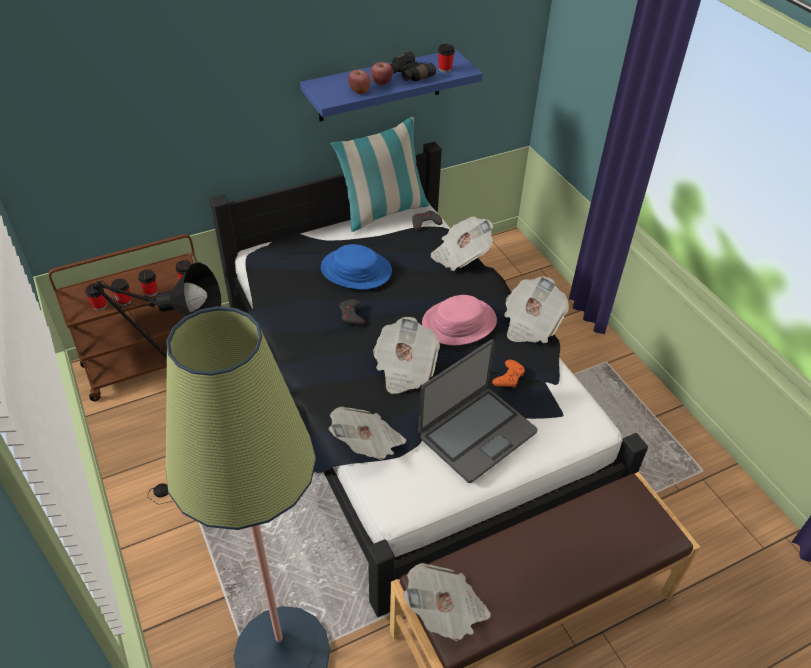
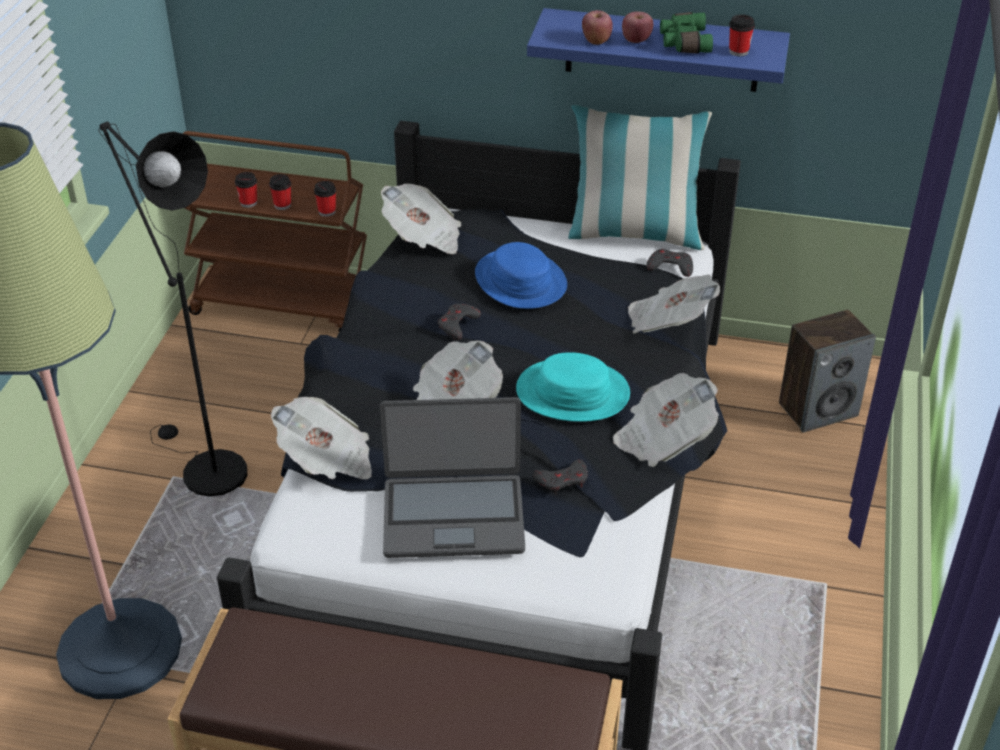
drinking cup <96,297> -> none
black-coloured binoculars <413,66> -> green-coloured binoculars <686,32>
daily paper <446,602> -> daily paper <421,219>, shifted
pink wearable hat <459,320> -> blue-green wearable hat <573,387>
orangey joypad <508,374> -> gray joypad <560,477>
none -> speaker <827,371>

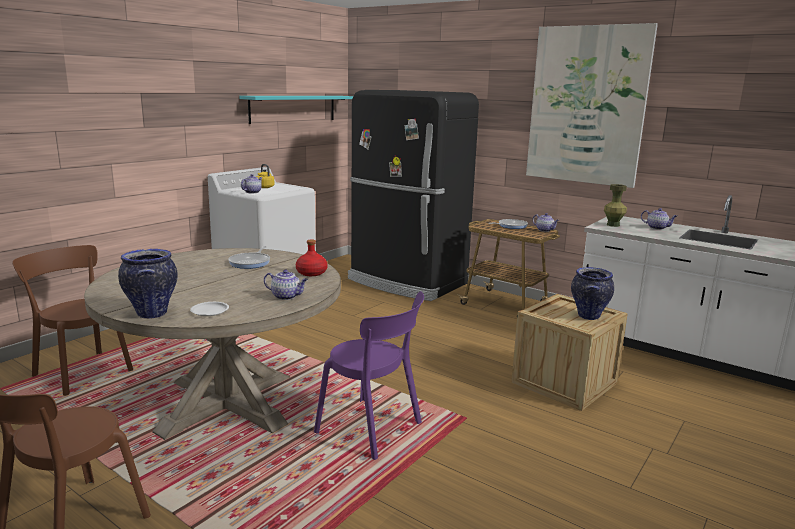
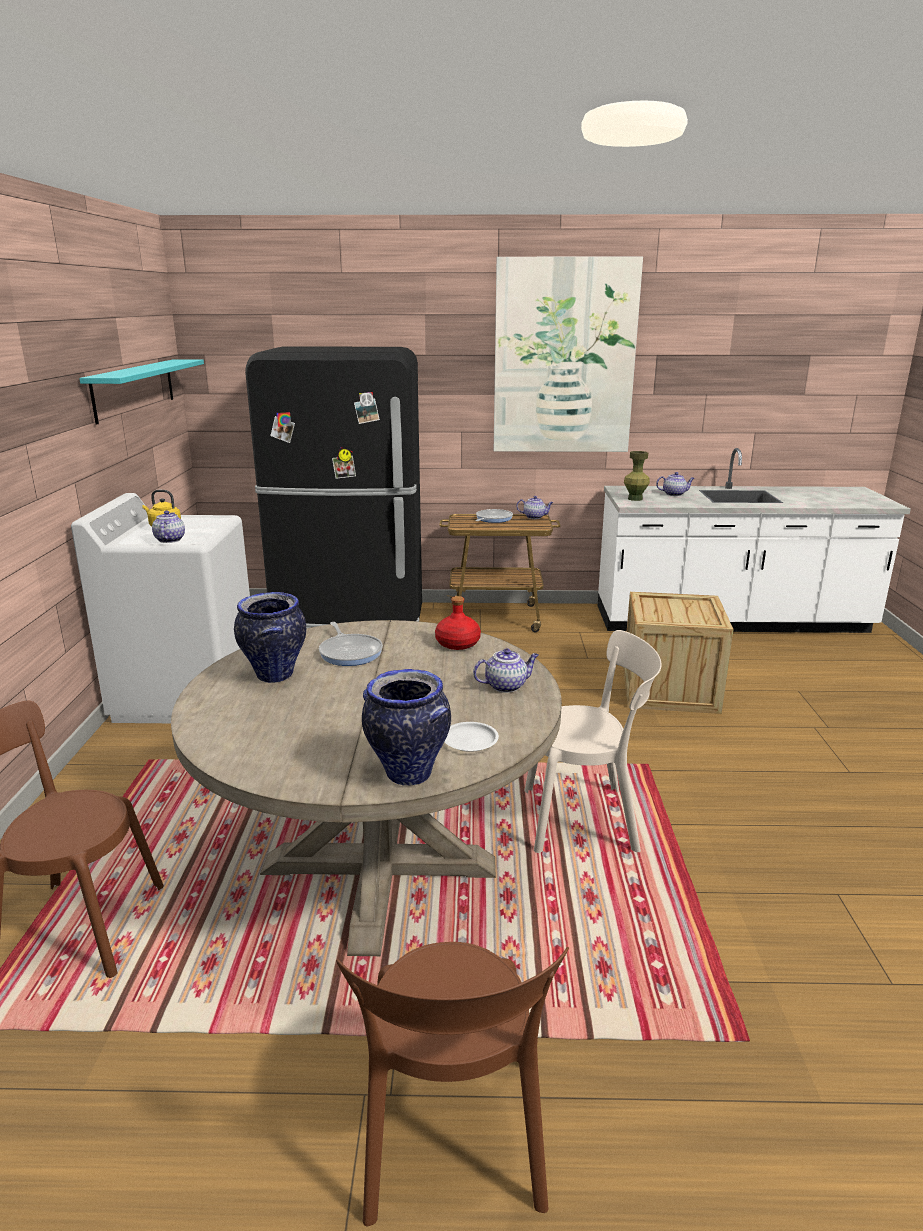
purple-coloured plain chair <369,375> -> sand-coloured plain chair <593,741>
decorative vase <592,293> -> decorative vase <270,637>, shifted

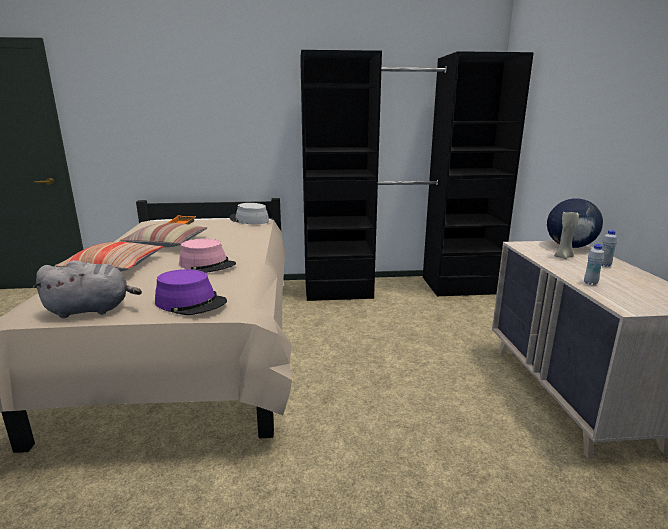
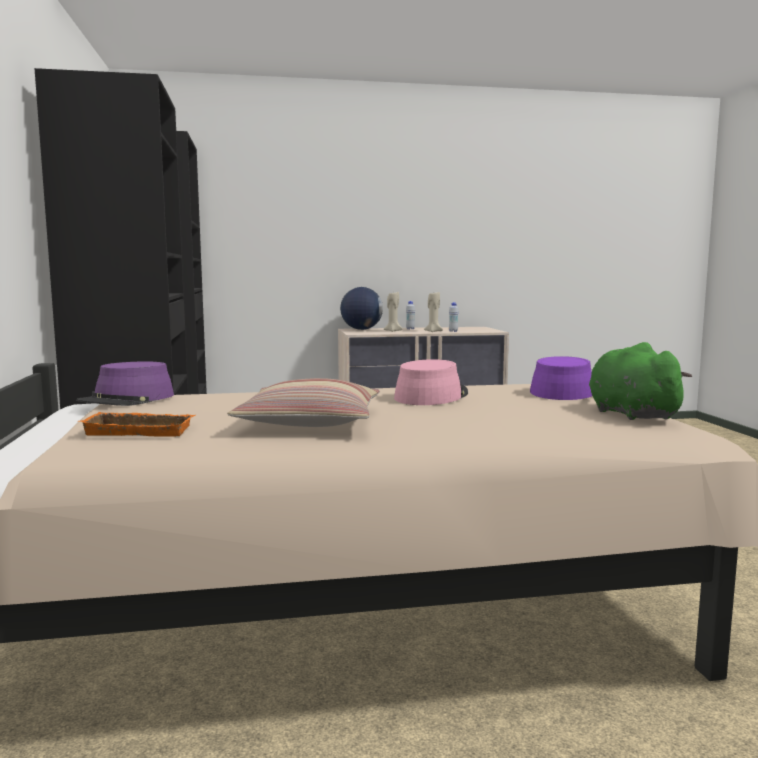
gray soft toy <87,289> -> green-coloured soft toy <640,381>
throw pillow <108,257> -> none
gray wearable hat <249,213> -> purple-coloured wearable hat <125,383>
none -> sand-coloured candle <433,312>

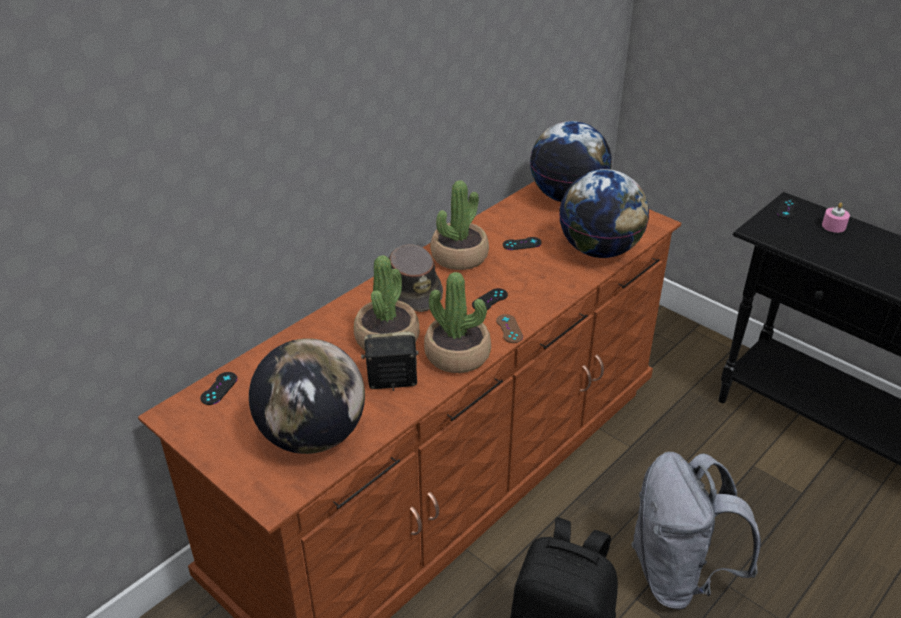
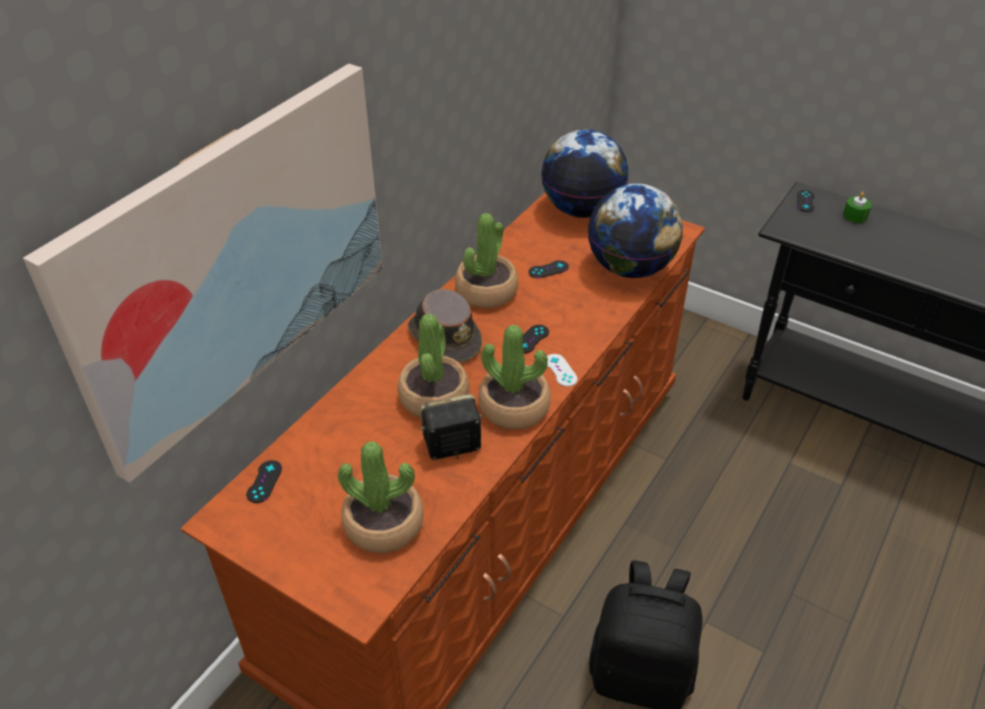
globe <307,396> -> houseplant <381,497>
brown joypad <509,328> -> whitish joypad <562,370>
gray backpack <696,531> -> none
pink candle <836,218> -> green-coloured candle <857,207>
none -> wall picture <203,273>

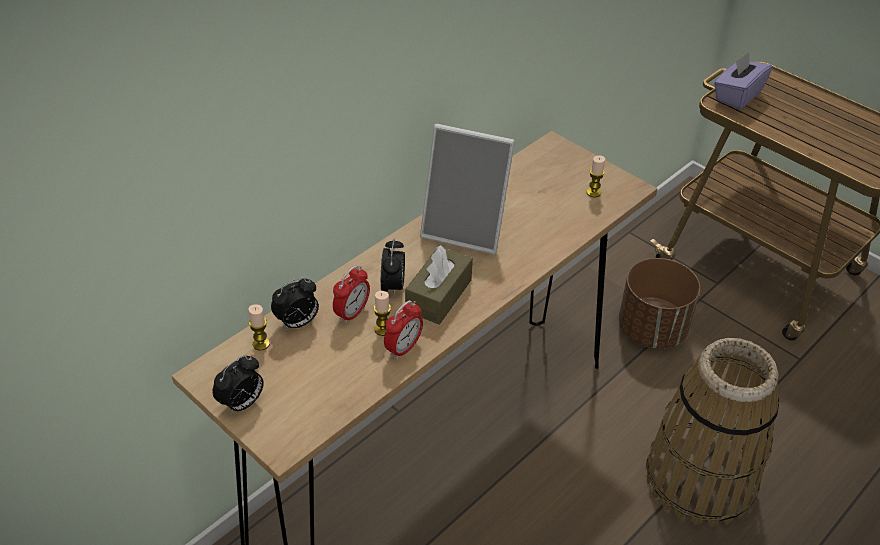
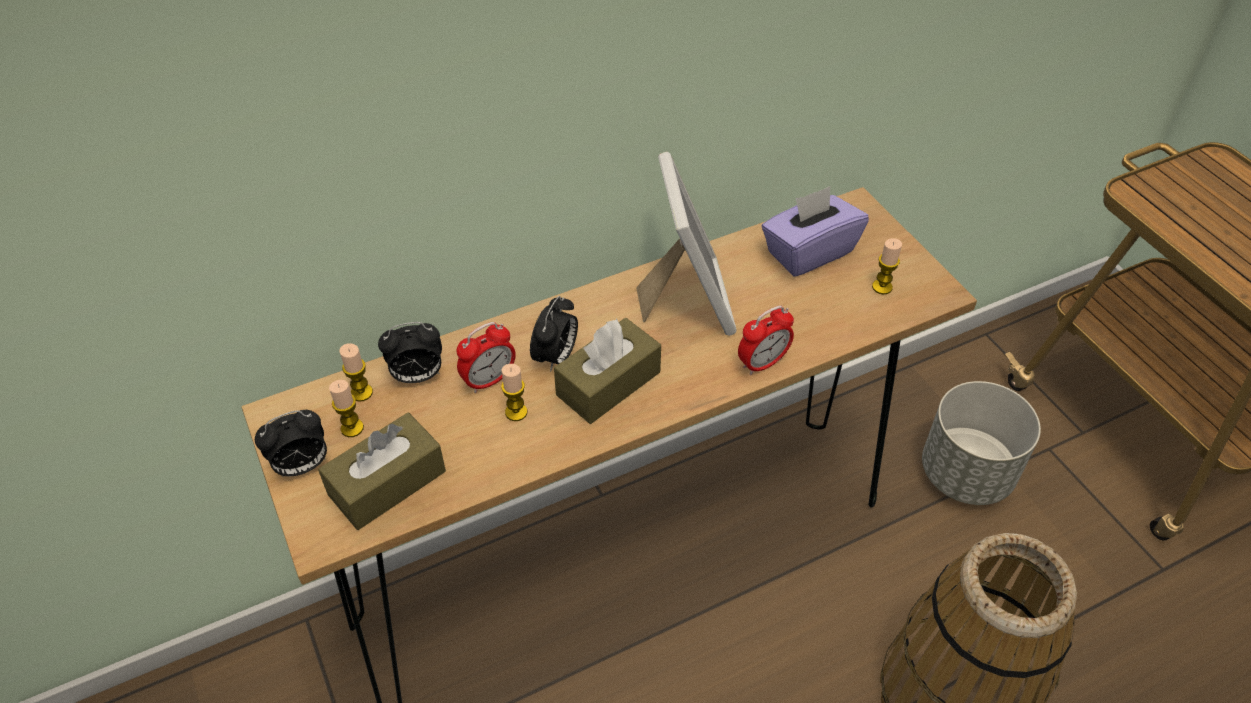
bedside clock <403,330> -> bedside clock <766,340>, shifted
photo frame <467,189> -> photo frame <686,244>, 135 degrees counterclockwise
brown planter <659,303> -> gray planter <981,443>
purple-coloured tissue box <743,81> -> purple-coloured tissue box <815,231>, shifted
none -> brown tissue box <382,471>
none -> candle <346,408>

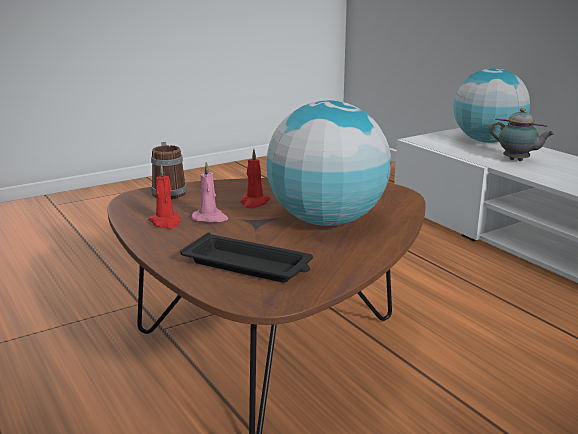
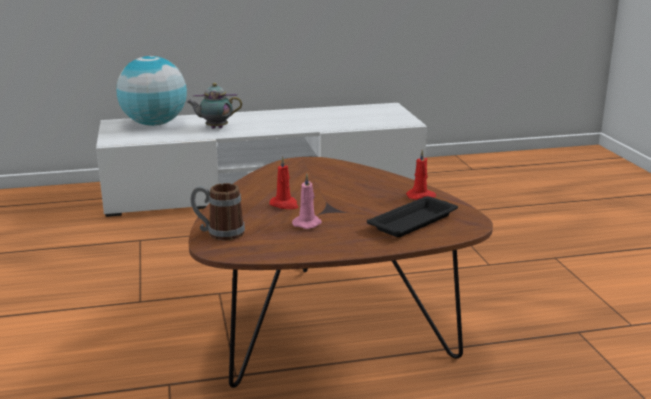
reddish candle <164,197> -> reddish candle <421,174>, shifted
globe <328,163> -> none
pot for tea <521,134> -> pot for tea <214,105>, 150 degrees counterclockwise

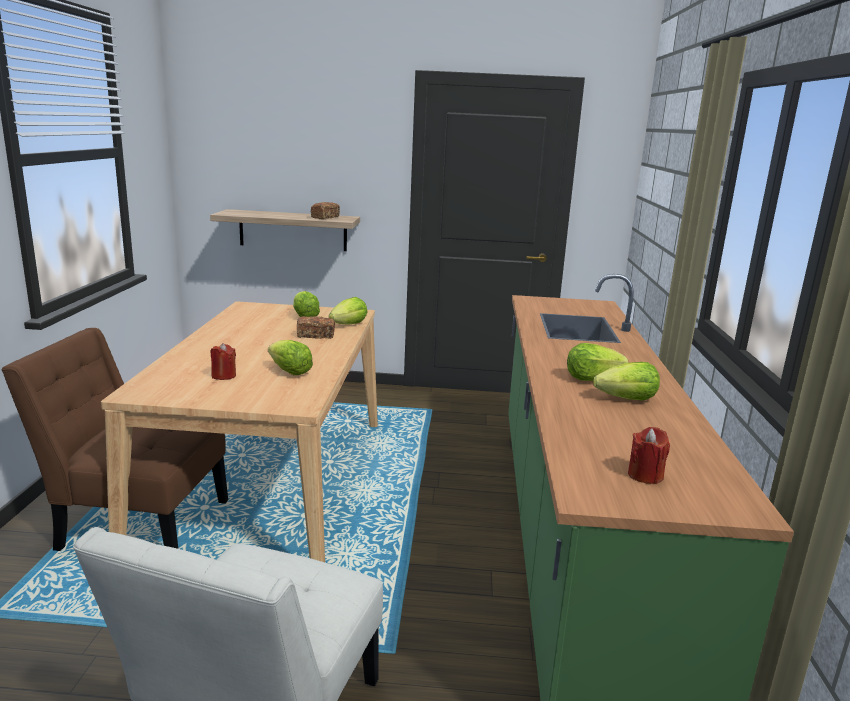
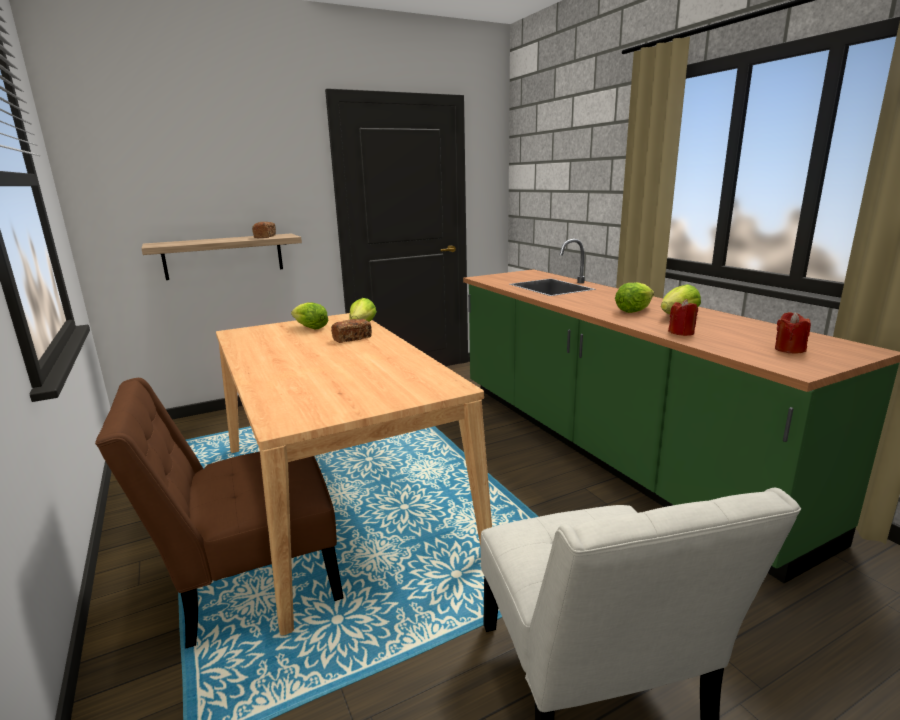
reddish candle <223,361> -> reddish candle <683,317>, shifted
lettuce <290,357> -> none

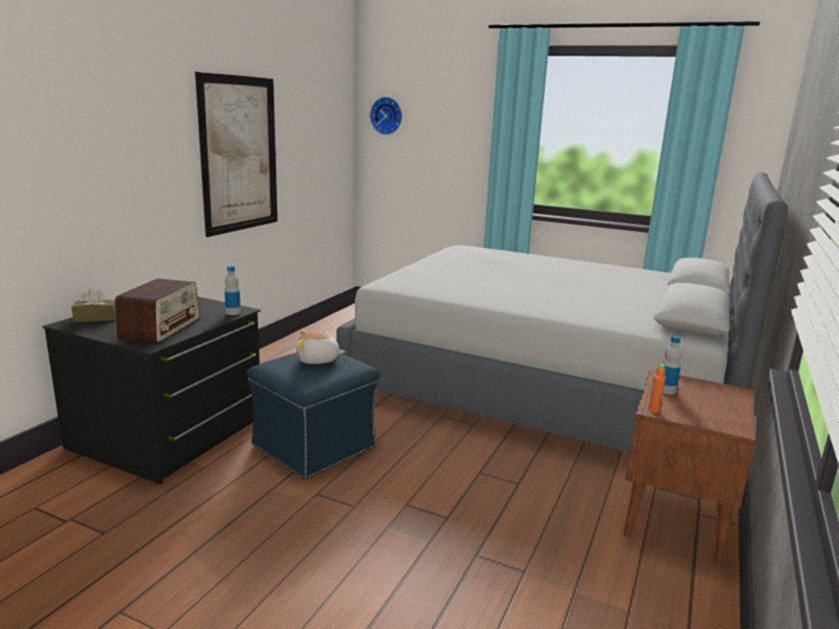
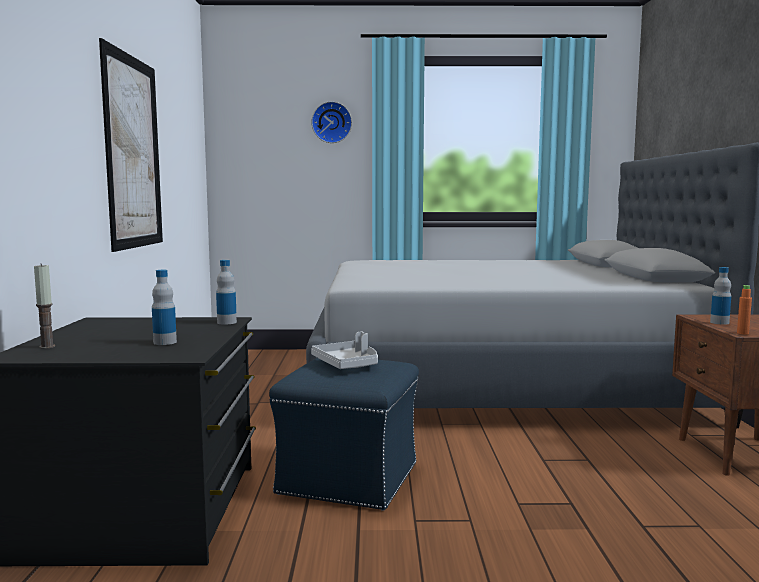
brown tissue box <94,305> -> candle <44,306>
radio set <157,310> -> bottle <164,307>
soft toy <320,347> -> gray tray <344,350>
hanging clock <386,116> -> hanging clock <331,122>, shifted

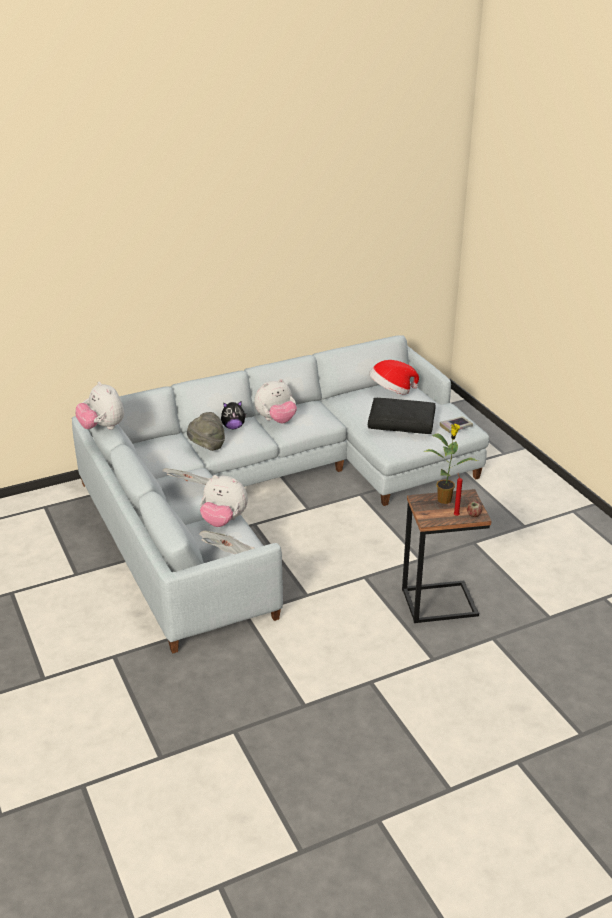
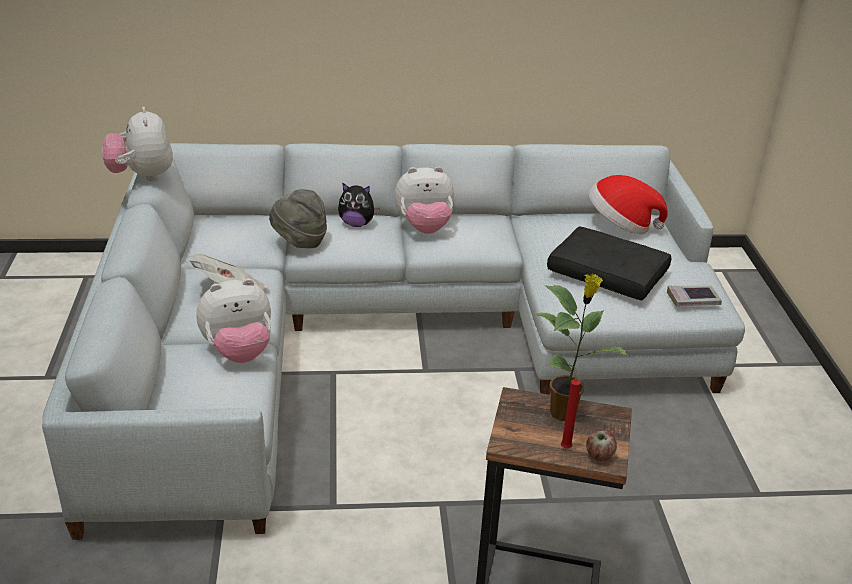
daily paper <227,542> -> none
soft toy <224,501> -> soft toy <233,321>, 60 degrees counterclockwise

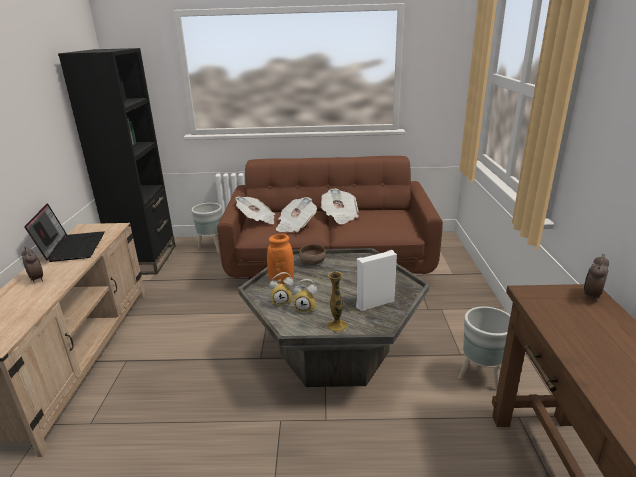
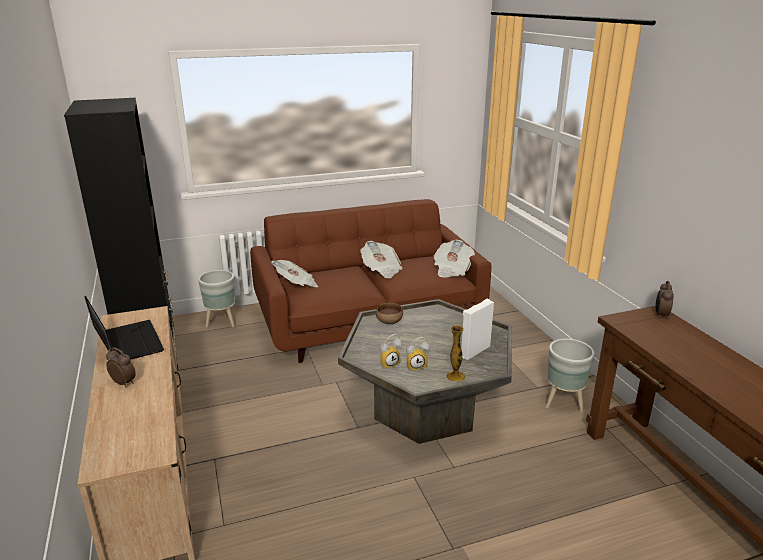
orangey decorative vase <280,259> -> none
daily paper <296,214> -> daily paper <454,259>, shifted

